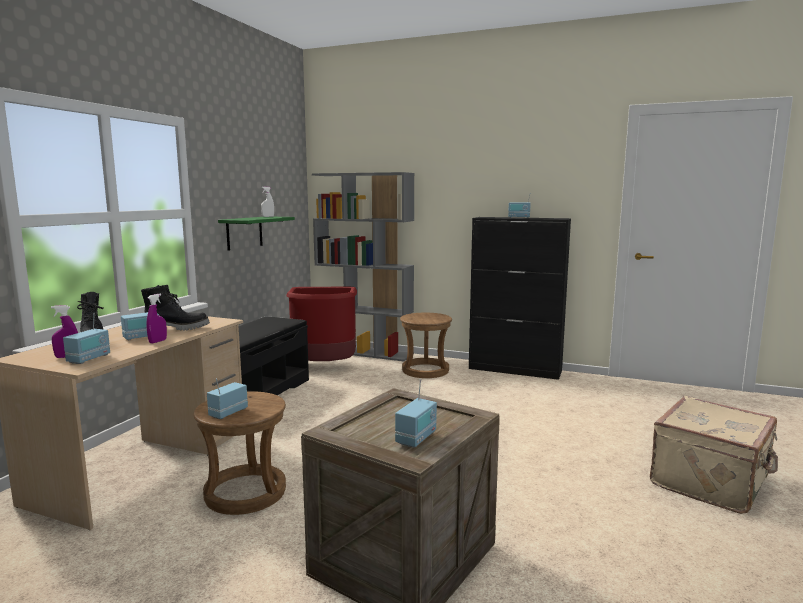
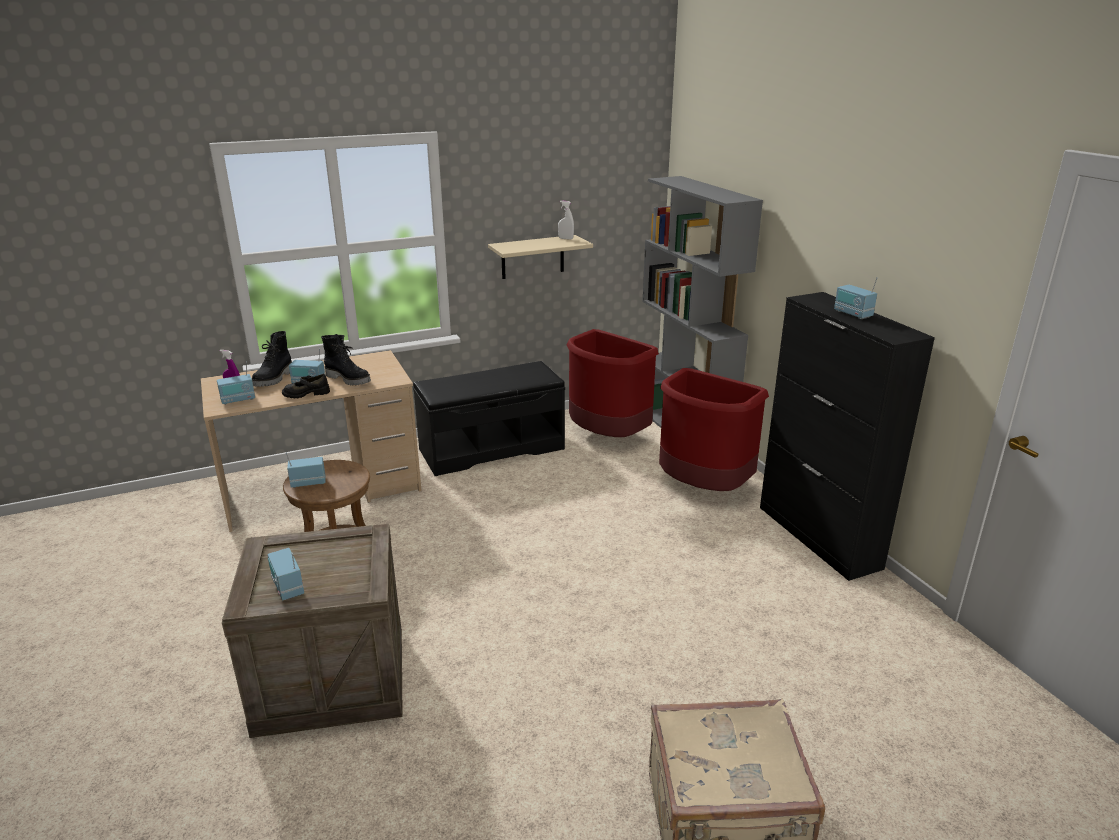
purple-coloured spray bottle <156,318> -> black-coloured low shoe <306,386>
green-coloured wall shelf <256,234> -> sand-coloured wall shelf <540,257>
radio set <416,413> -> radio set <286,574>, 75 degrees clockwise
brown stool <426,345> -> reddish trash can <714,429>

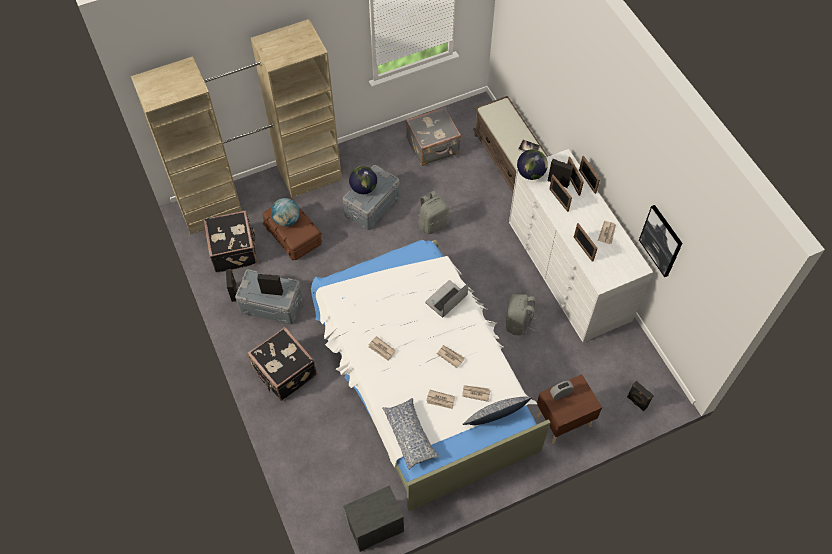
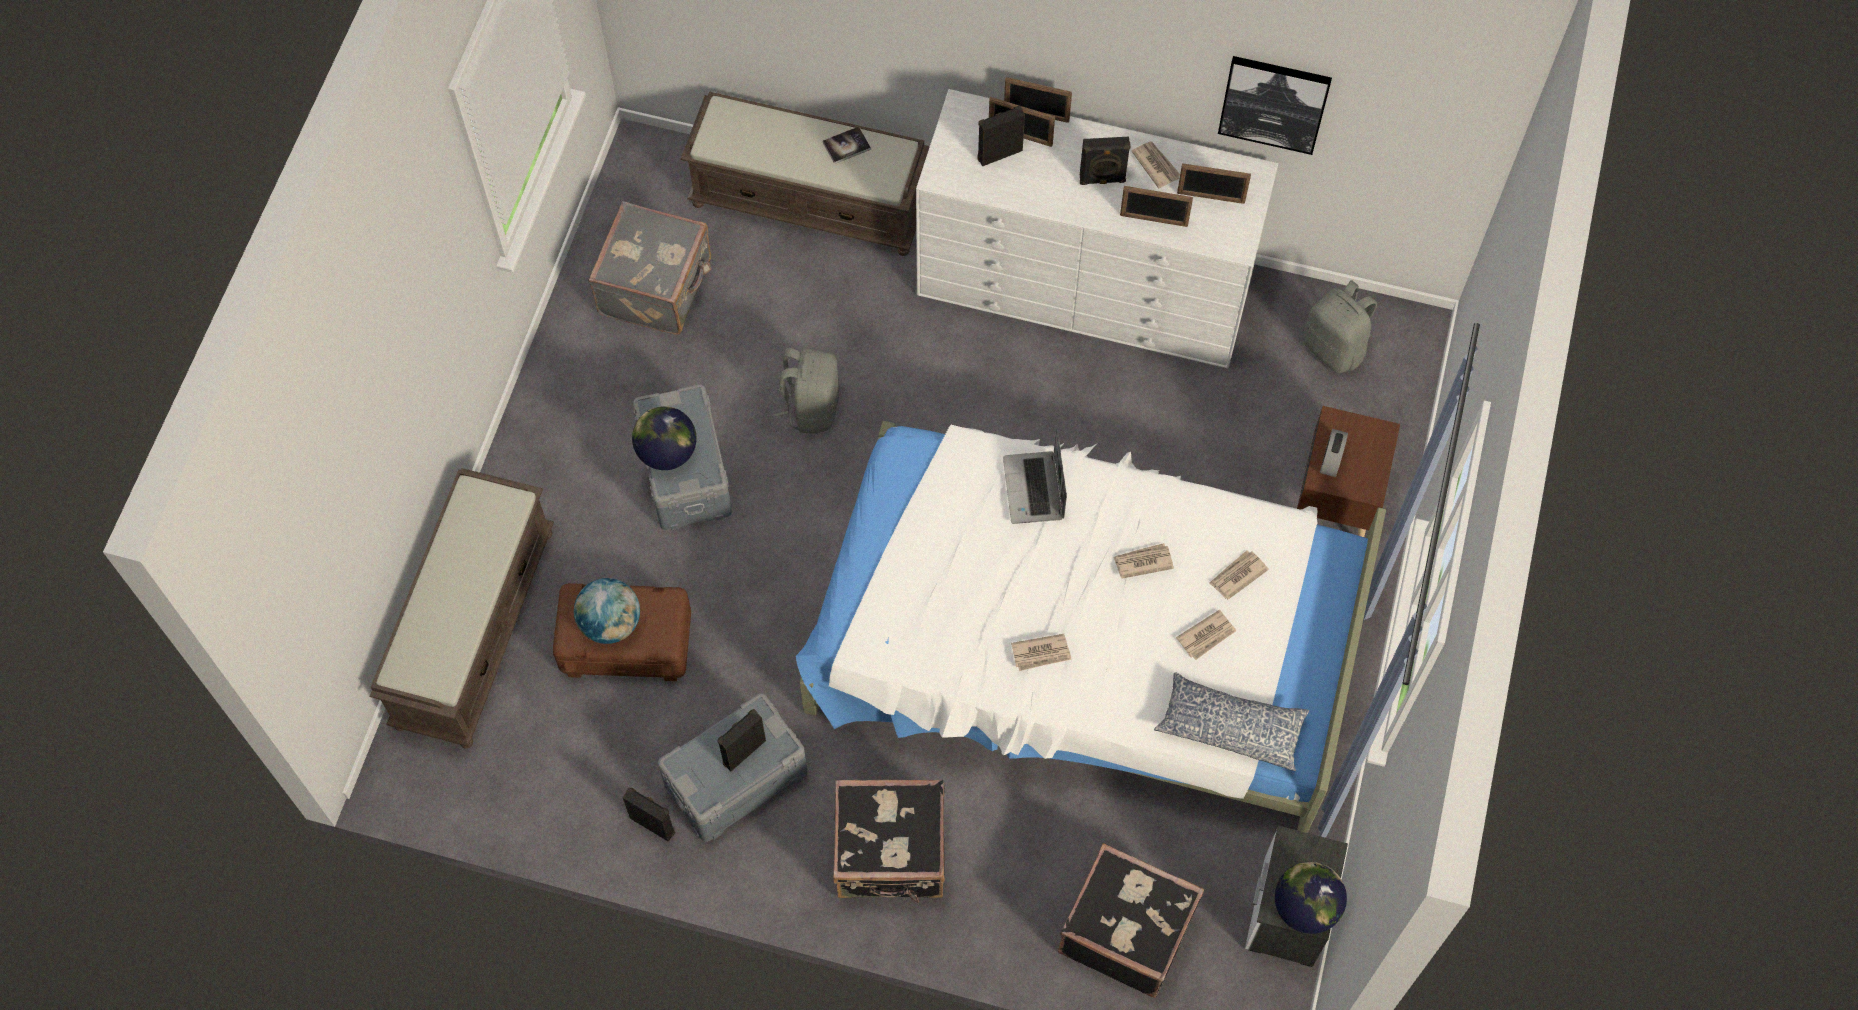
sand-coloured clothes cupboard <236,127> -> brown indoor bench <461,608>
black-coloured suitcase <230,242> -> black-coloured suitcase <1131,920>, shifted
throw pillow <497,411> -> none
gray backpack <521,314> -> gray backpack <1339,326>, shifted
globe <532,164> -> globe <1311,898>, shifted
photo frame <560,193> -> photo frame <1214,183>, shifted
black-coloured speaker <640,396> -> black-coloured speaker <1105,161>, shifted

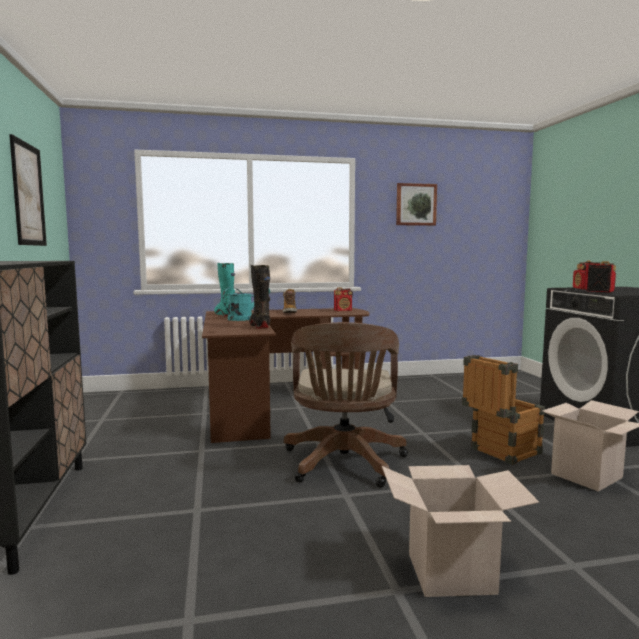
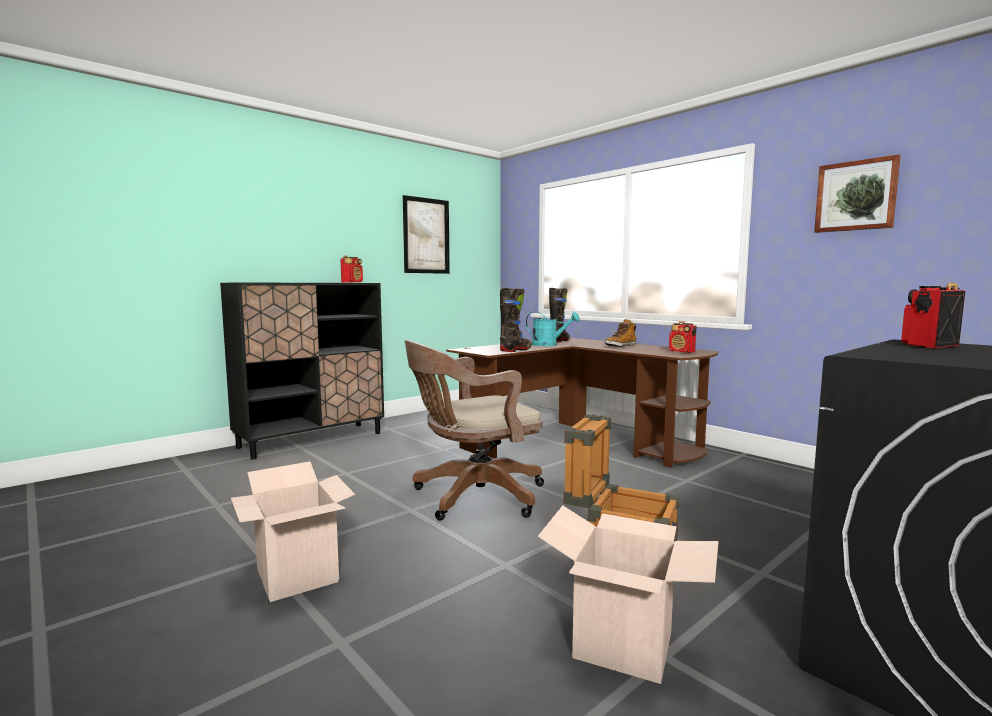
blue-green tall boot <224,289> -> black-coloured tall boot <559,315>
radio set <601,276> -> radio set <351,269>, shifted

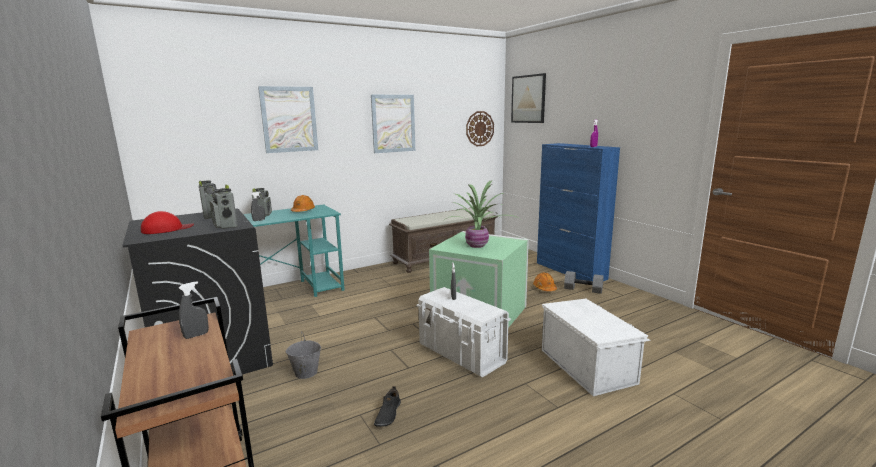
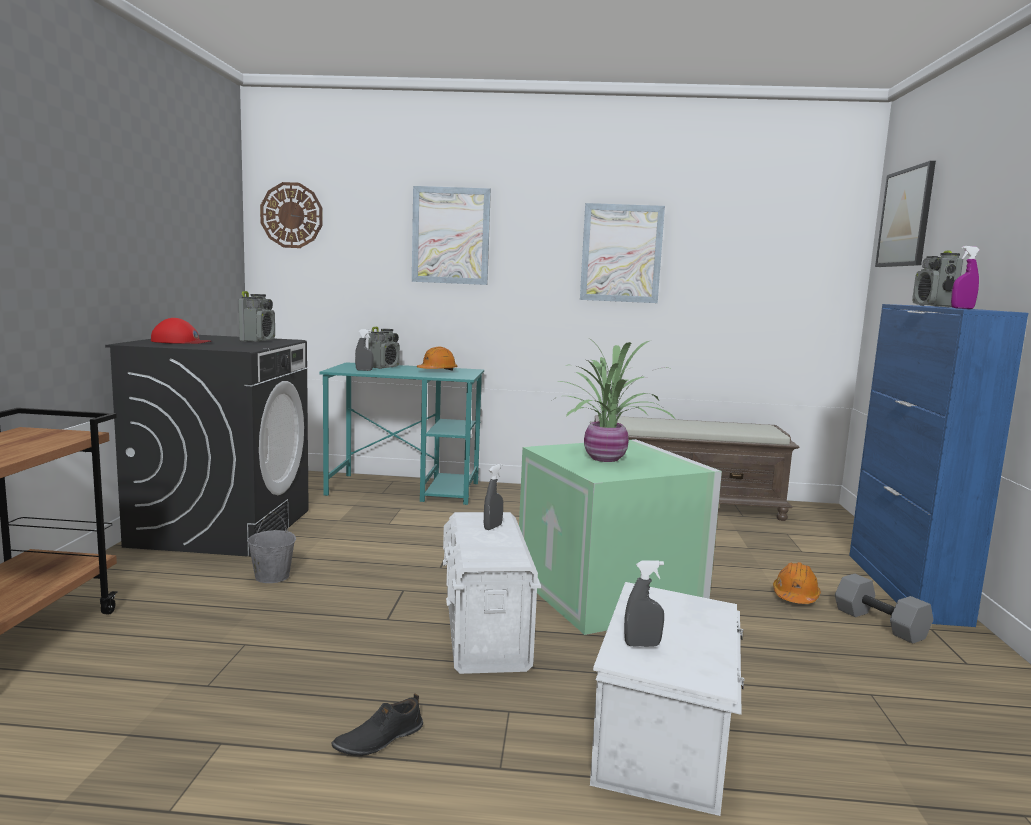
gray spray bottle <194,310> -> gray spray bottle <644,604>, shifted
radio set <224,206> -> radio set <937,278>, shifted
black-coloured low shoe <387,406> -> black-coloured low shoe <377,724>, shifted
hanging clock <480,128> -> hanging clock <291,215>, shifted

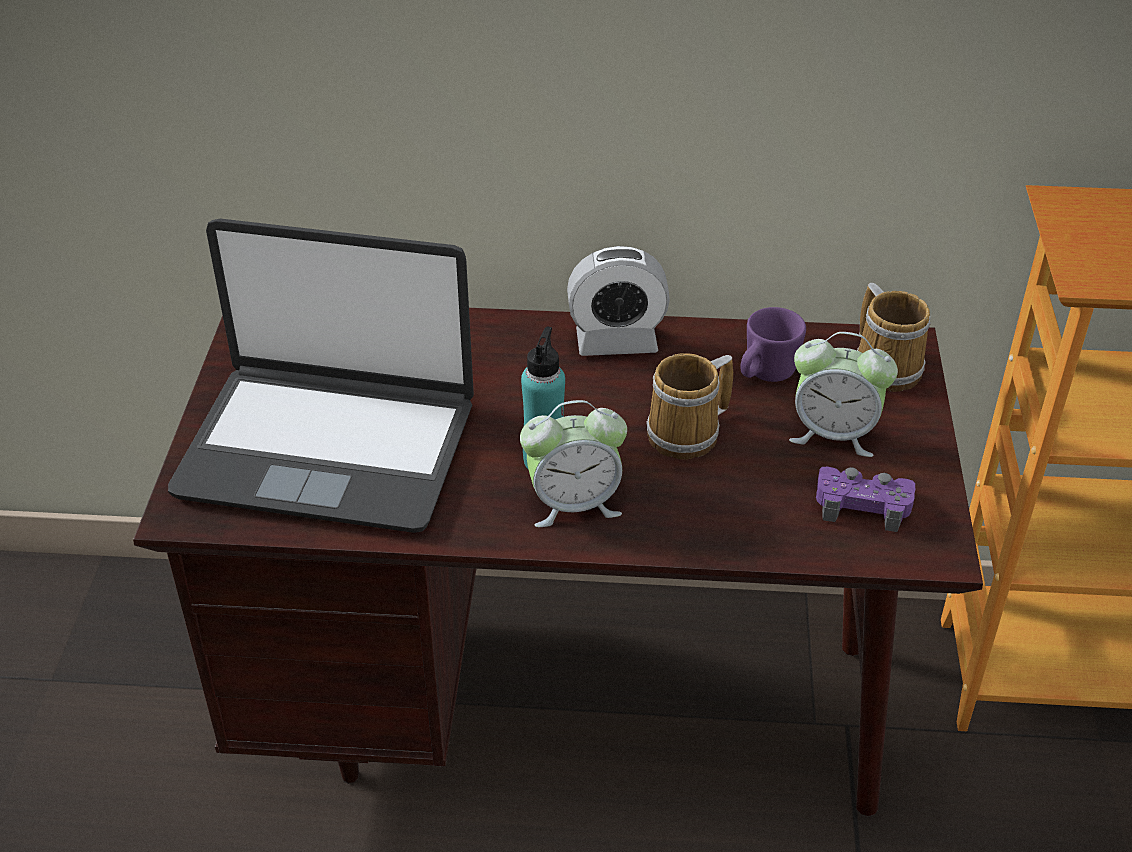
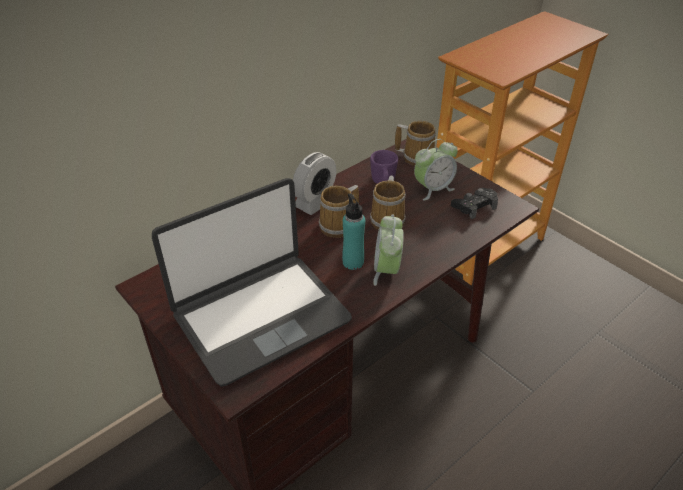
bedside clock <573,463> -> bedside clock <388,250>, 150 degrees clockwise
purple-coloured joypad <866,499> -> black-coloured joypad <474,204>
none -> tea mug <339,211>

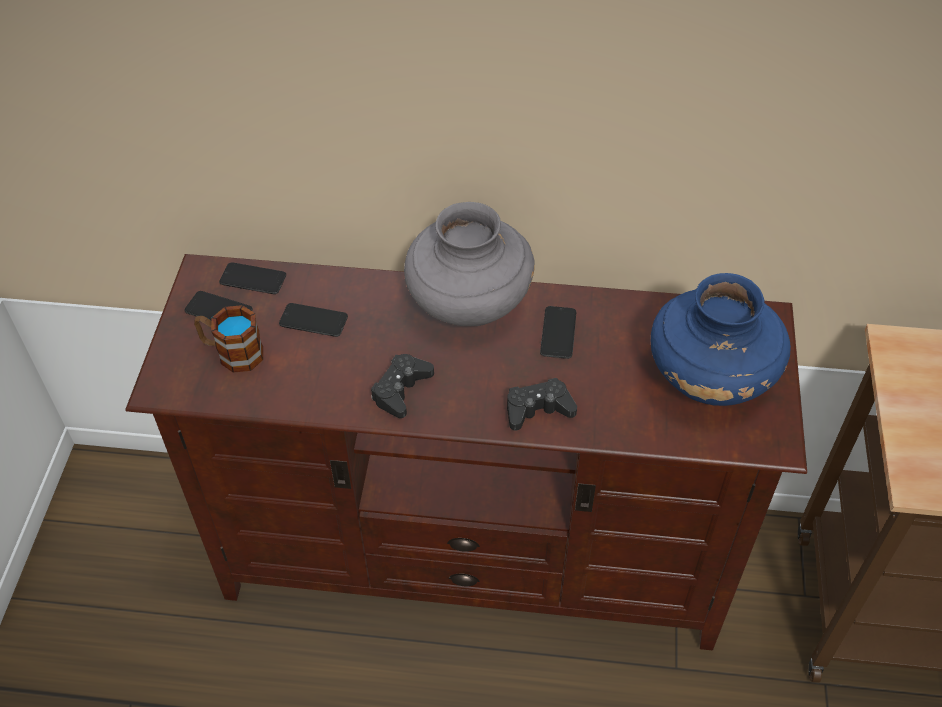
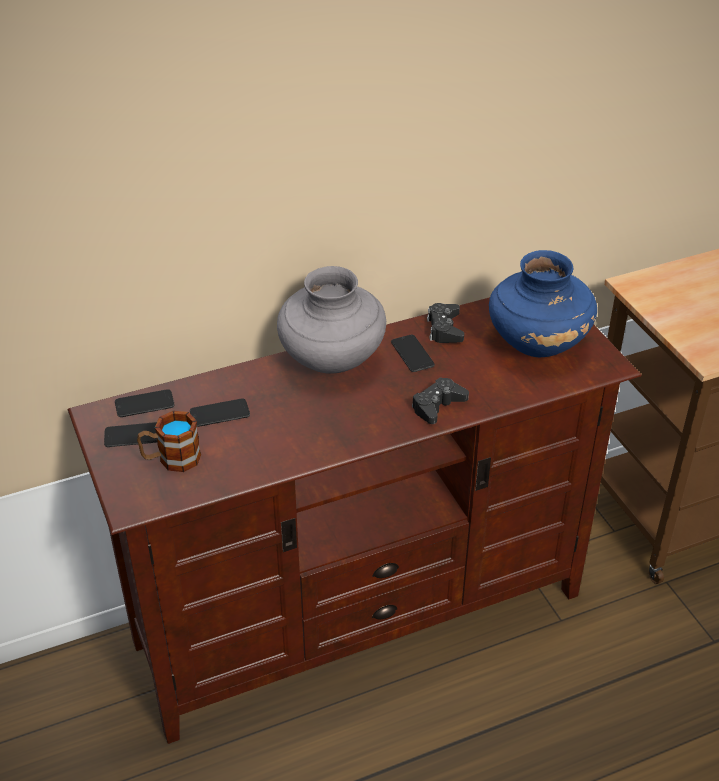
black-coloured joypad <402,386> -> black-coloured joypad <445,323>, shifted

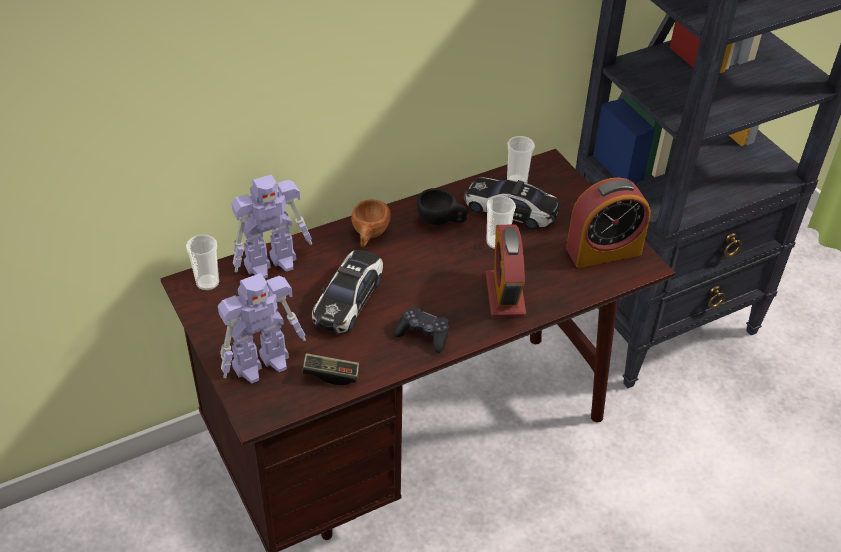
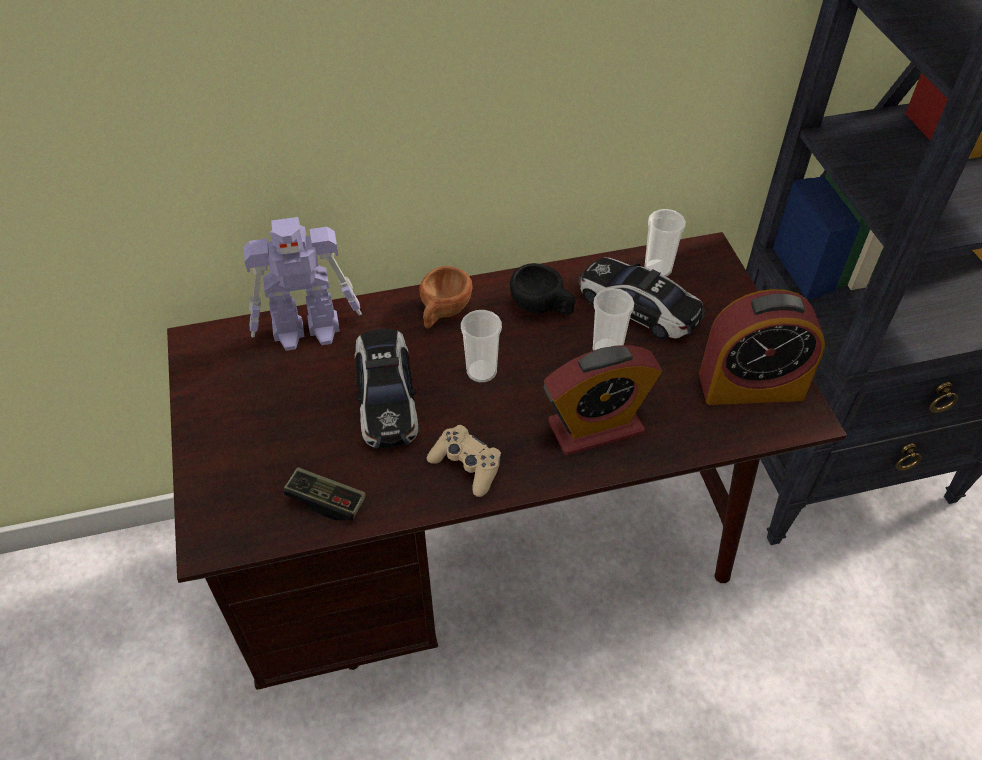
drinking cup <202,262> -> drinking cup <481,346>, shifted
toy robot <262,328> -> none
toy car <347,291> -> toy car <387,389>, 45 degrees counterclockwise
black-coloured joypad <420,329> -> sand-coloured joypad <464,461>
bedside clock <506,270> -> bedside clock <602,400>, 120 degrees counterclockwise

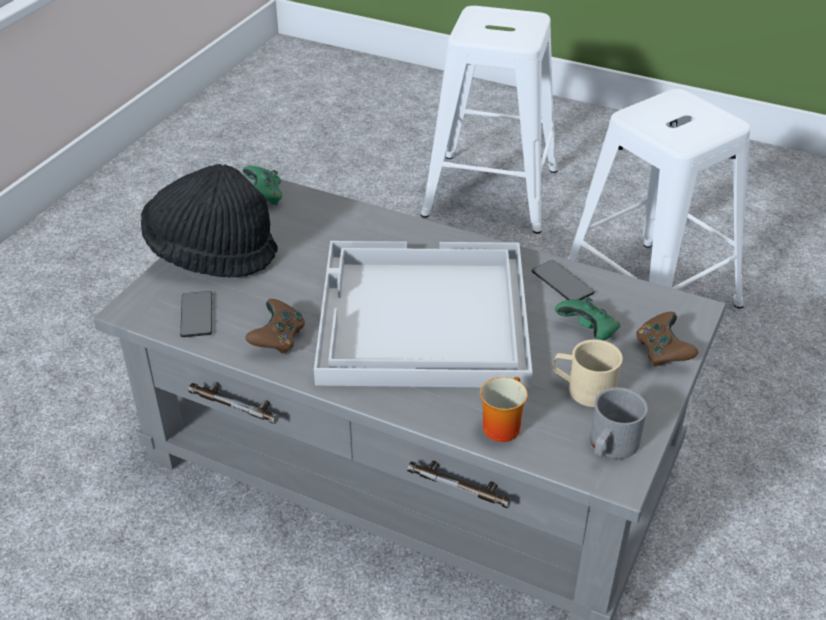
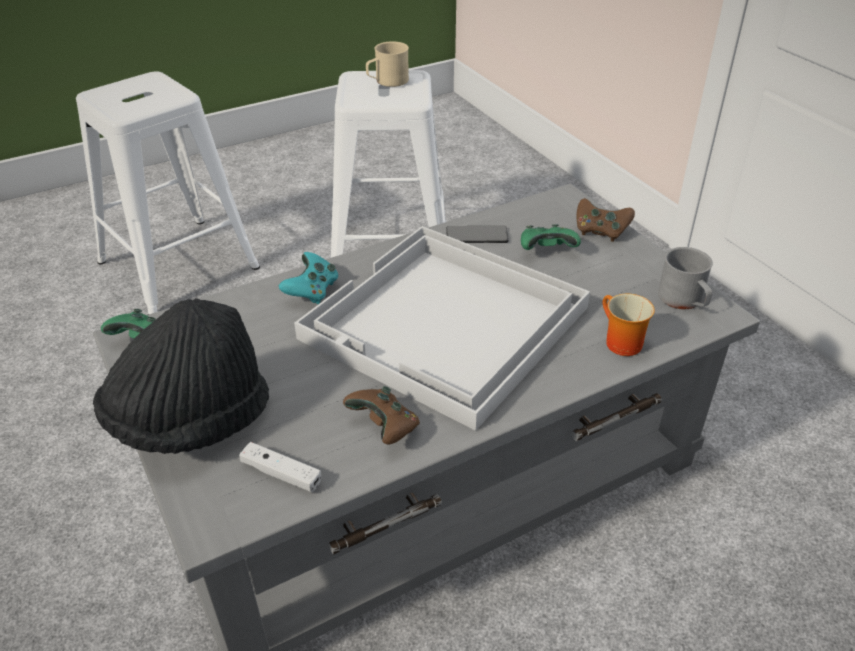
phone <196,314> -> whitish joypad <280,467>
sand-coloured tea mug <588,373> -> sand-coloured tea mug <387,64>, shifted
none -> blue-green joypad <308,278>

